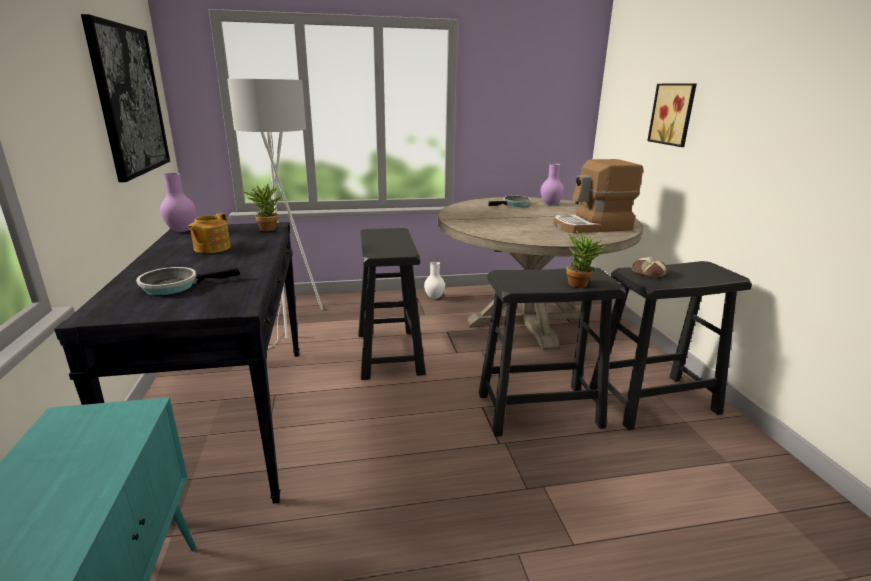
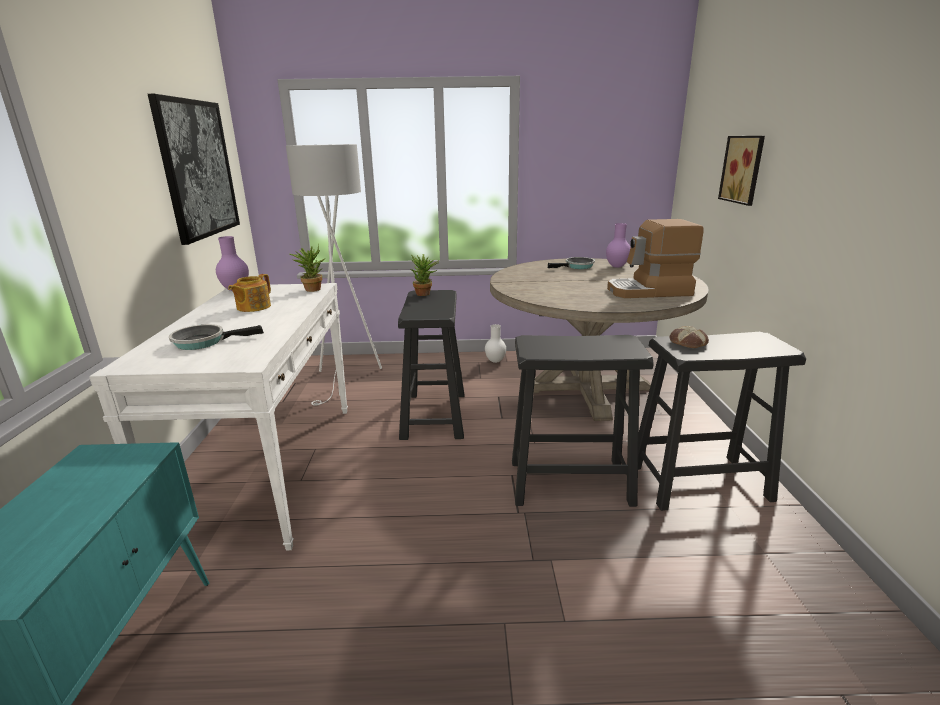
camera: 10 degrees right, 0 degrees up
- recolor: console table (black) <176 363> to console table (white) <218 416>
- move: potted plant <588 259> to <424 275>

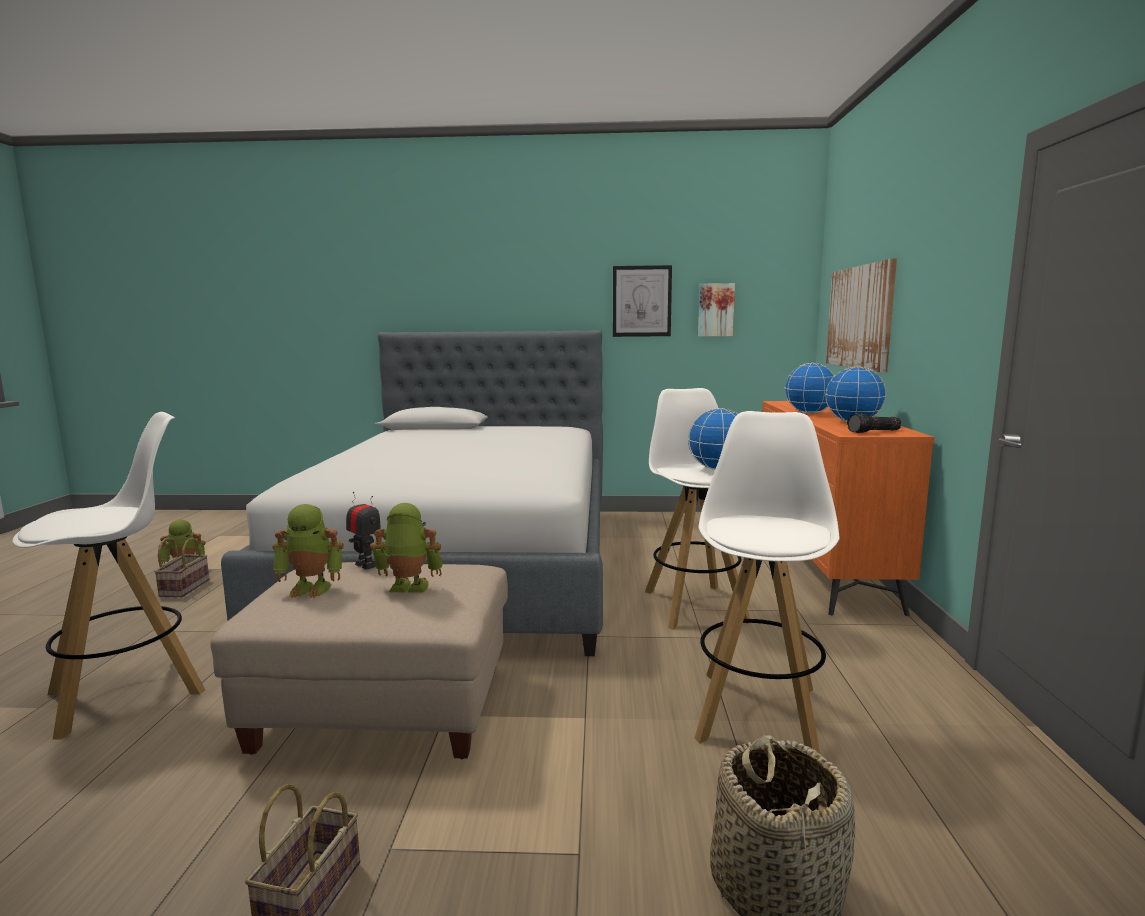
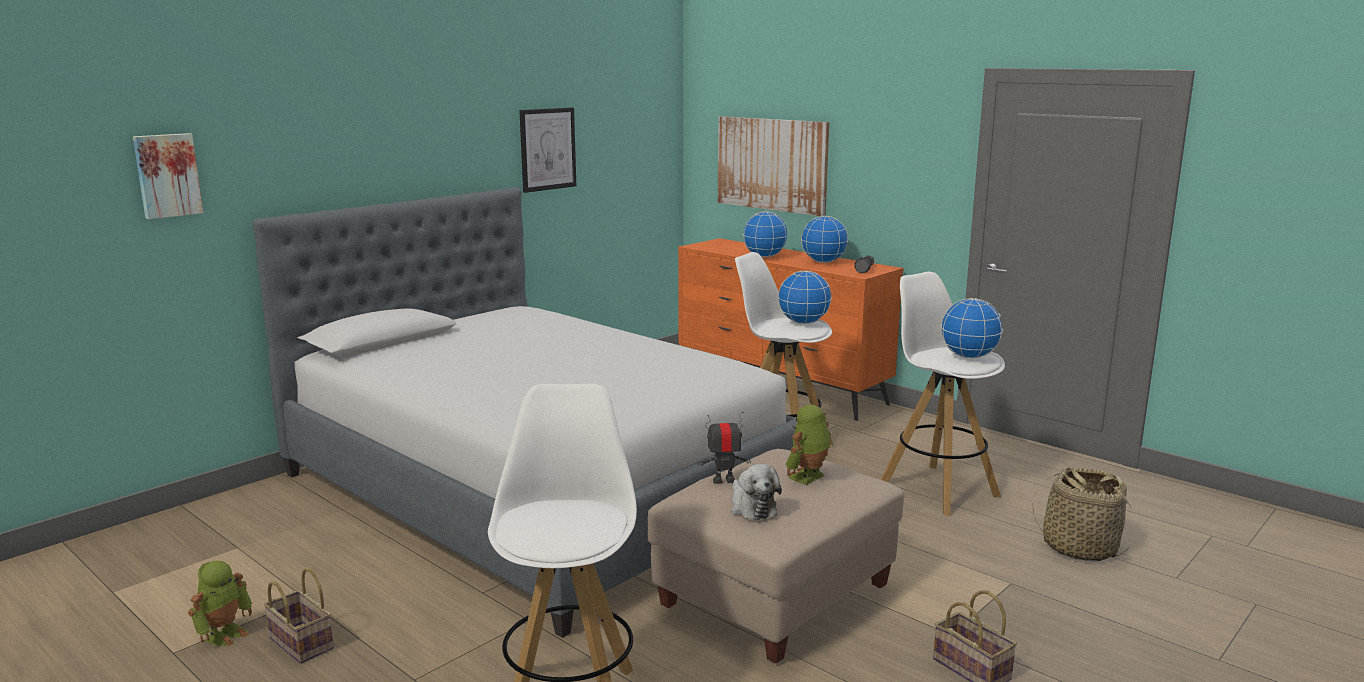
camera: 50 degrees left, 5 degrees up
- move: picture <716 310> to <168 176>
- replace: toy robot <308 551> to plush toy <756 492>
- insert: globe <971 328>

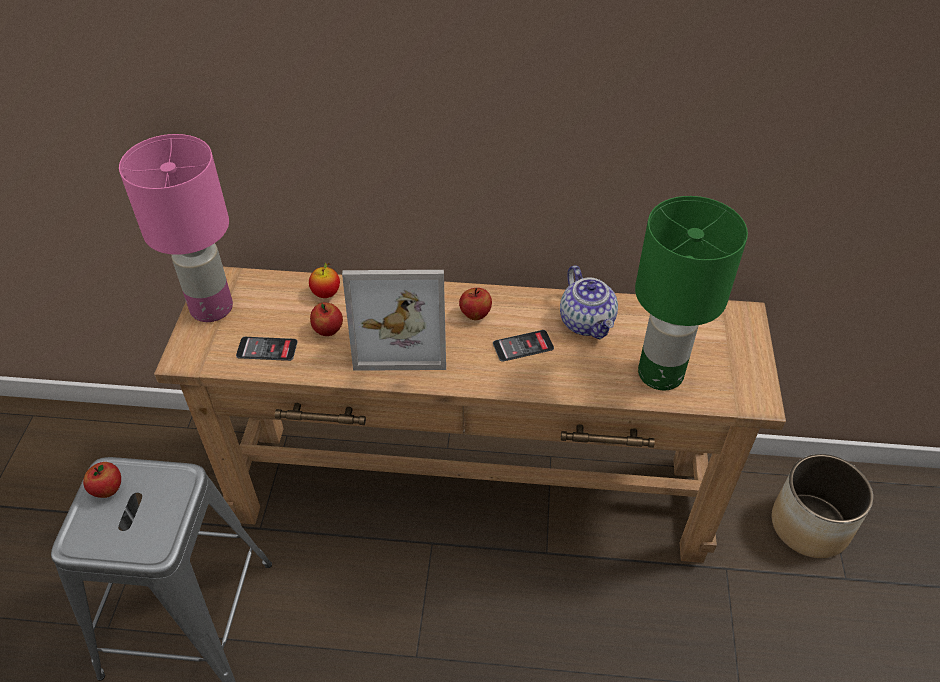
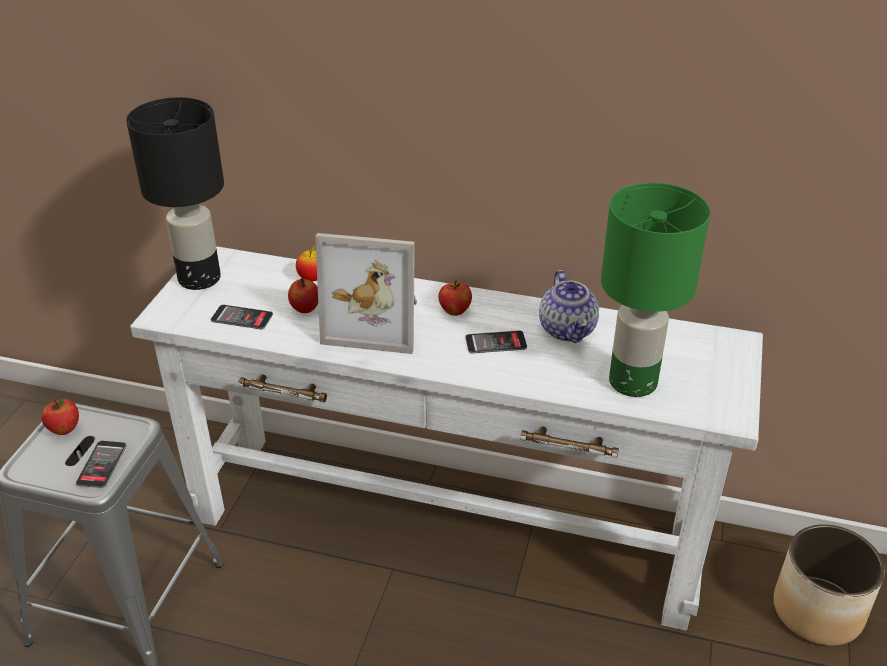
camera: 10 degrees right, 10 degrees down
- insert: phone <101 464>
- recolor: table lamp (pink) <176 228> to table lamp (black) <175 193>
- recolor: console table (brown) <470 415> to console table (white) <446 438>

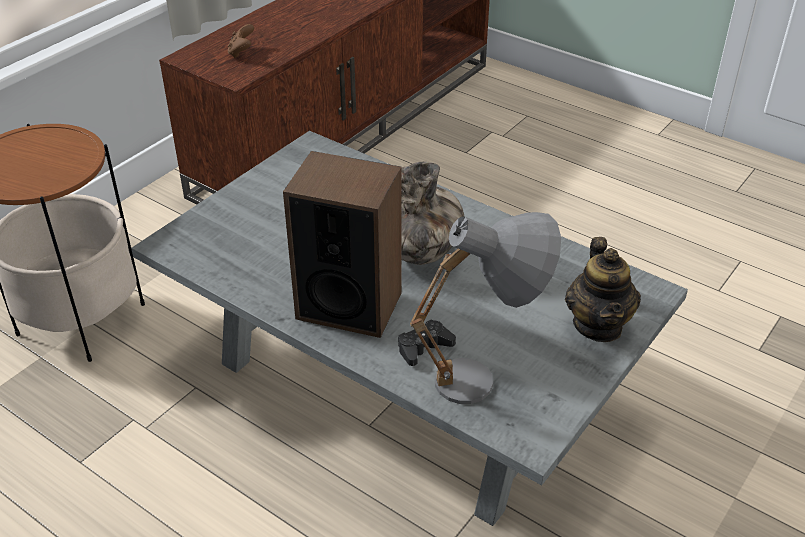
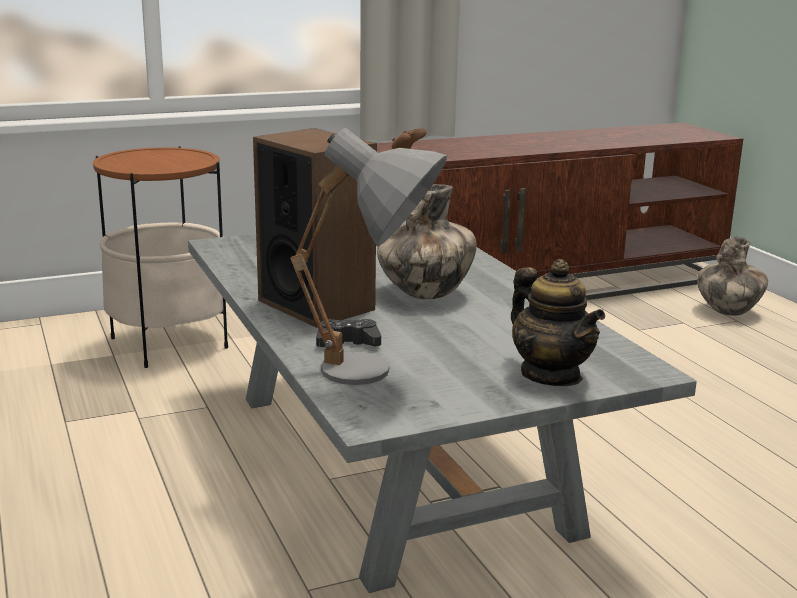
camera: 30 degrees right, 20 degrees down
- rotate: teapot <603 289> = <558 322> 60 degrees counterclockwise
- insert: vase <732 276>

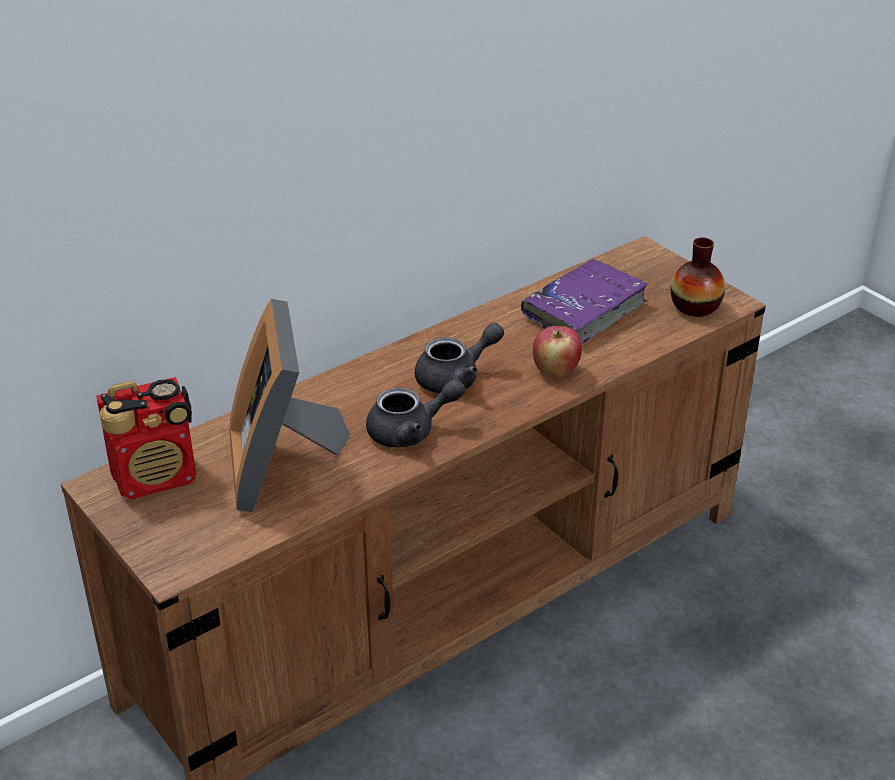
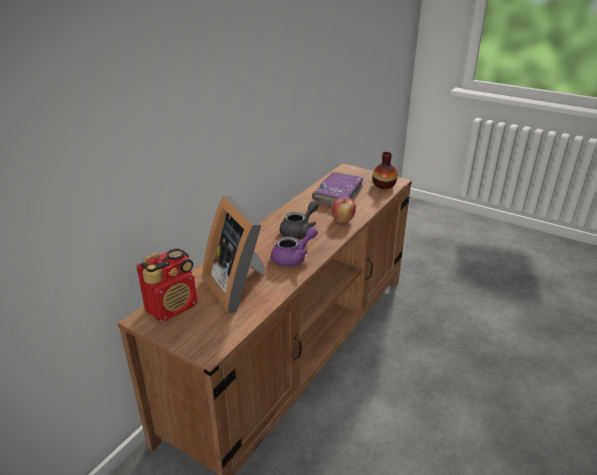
camera: 20 degrees left, 5 degrees down
- recolor: teapot (grey) <415 413> to teapot (purple) <294 247>

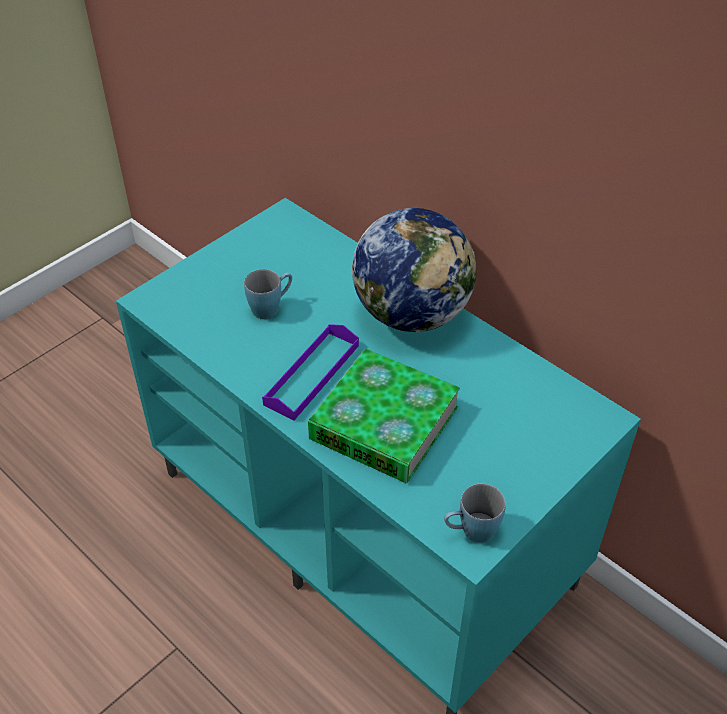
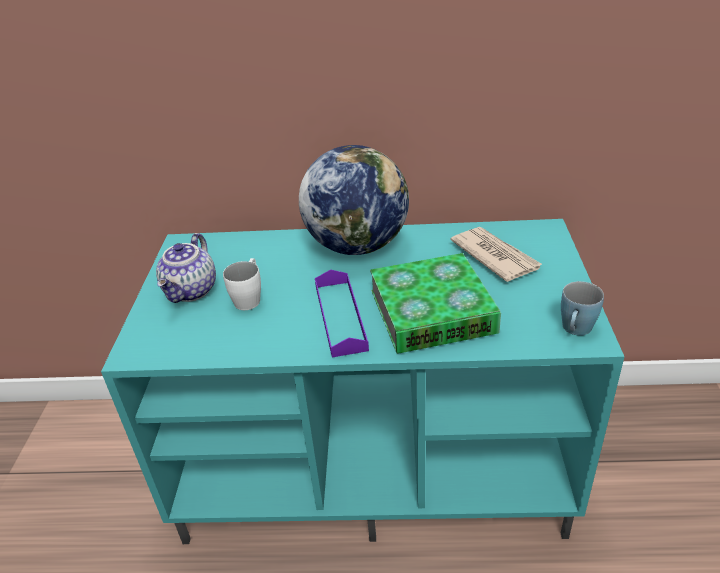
camera: 40 degrees left, 10 degrees down
- insert: teapot <186 268>
- recolor: mug (blue) <268 294> to mug (white) <242 284>
- insert: newspaper <496 254>

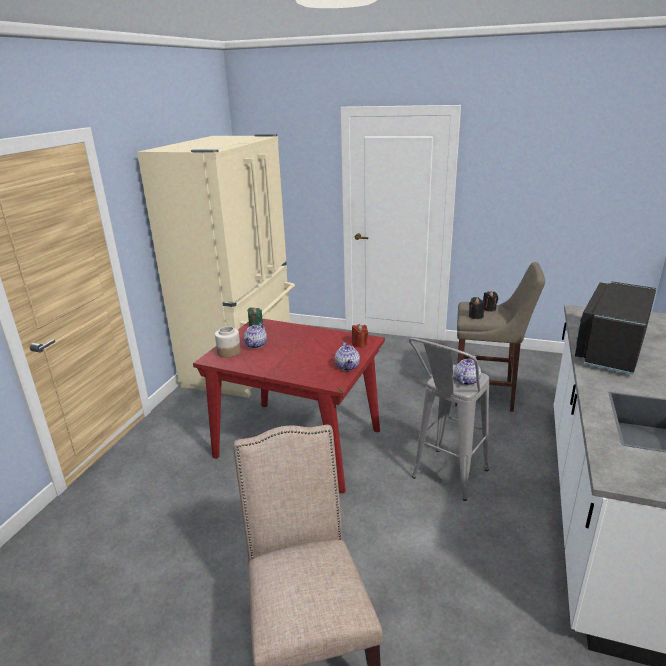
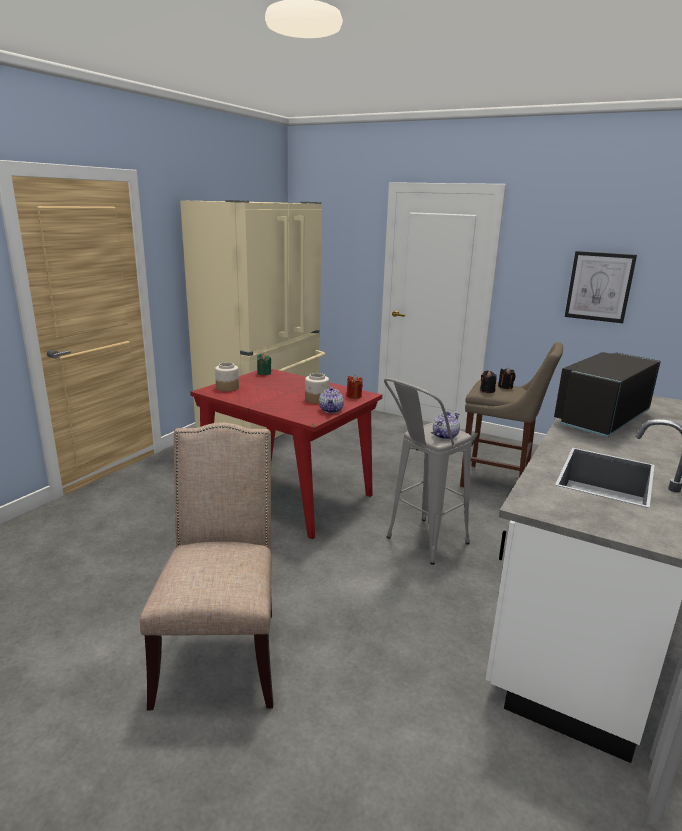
camera: 10 degrees right, 5 degrees down
- insert: jar <317 388>
- insert: picture <601 287>
- delete: teapot <255 335>

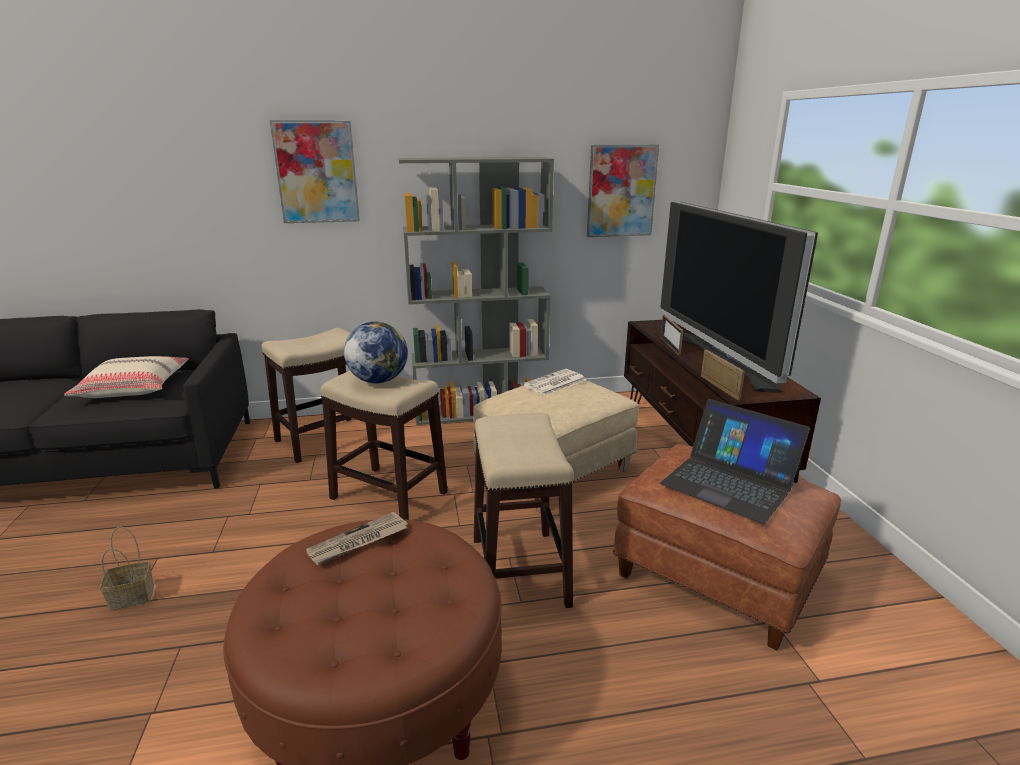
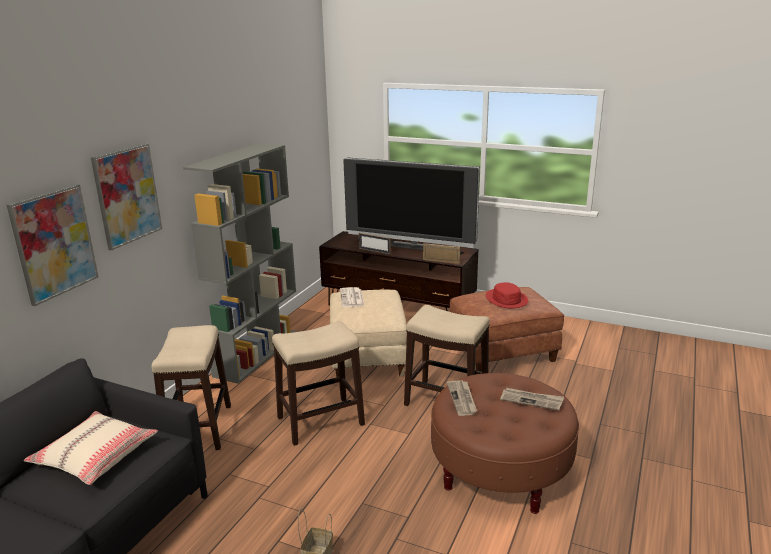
camera: 55 degrees left, 0 degrees up
- move: picture <623 190> to <53 245>
- replace: laptop <735 461> to hat (red) <507 295>
- insert: newspaper <532 399>
- delete: globe <376 352>

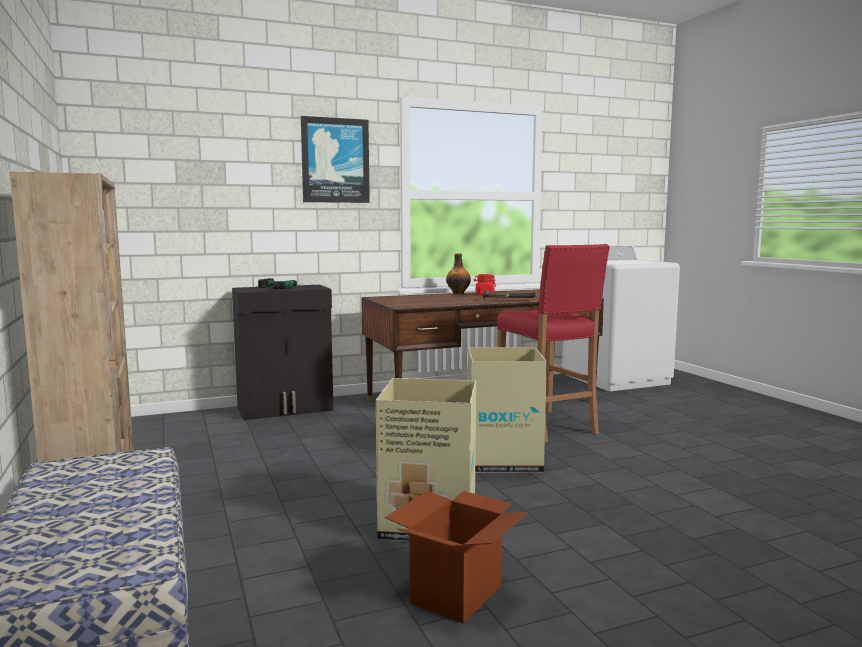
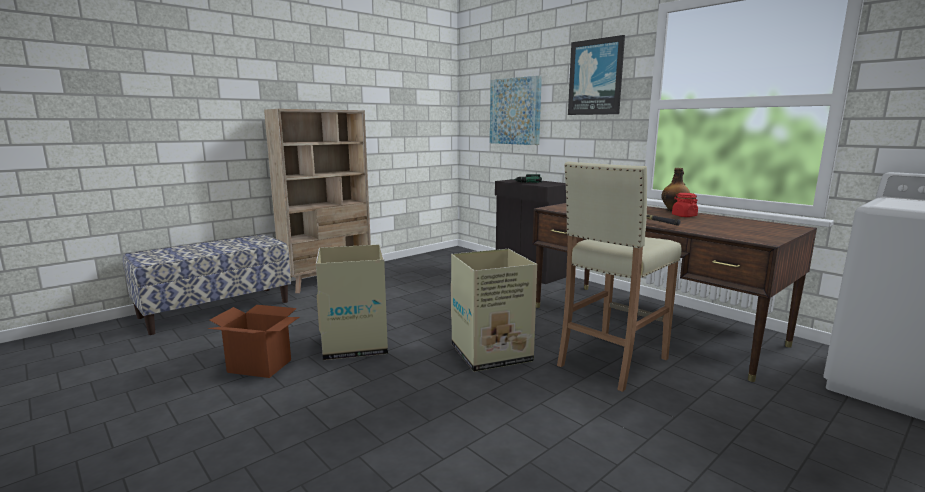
camera: 70 degrees right, 5 degrees up
- insert: picture <516 110>
- recolor: stool (red) <553 343> to stool (beige) <619 276>

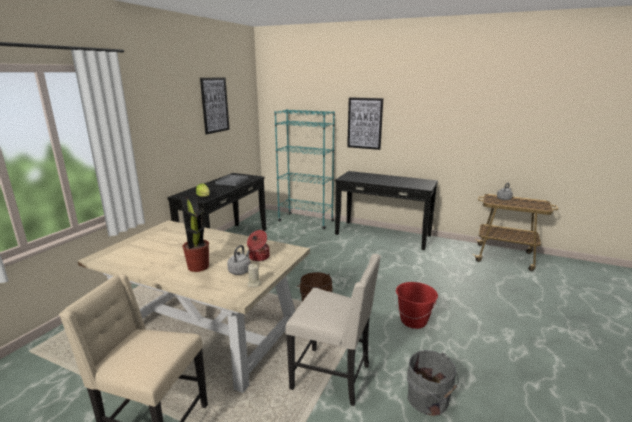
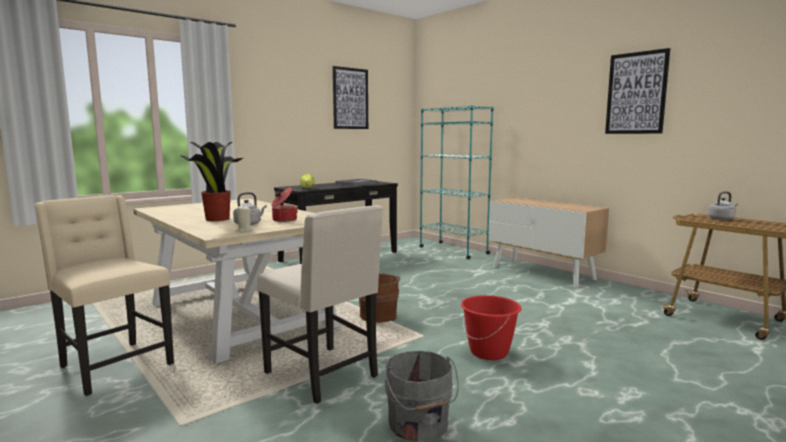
camera: 25 degrees right, 10 degrees down
- replace: console table (black) <386 210> to cabinet <548 242>
- move: picture <365 123> to <637 91>

